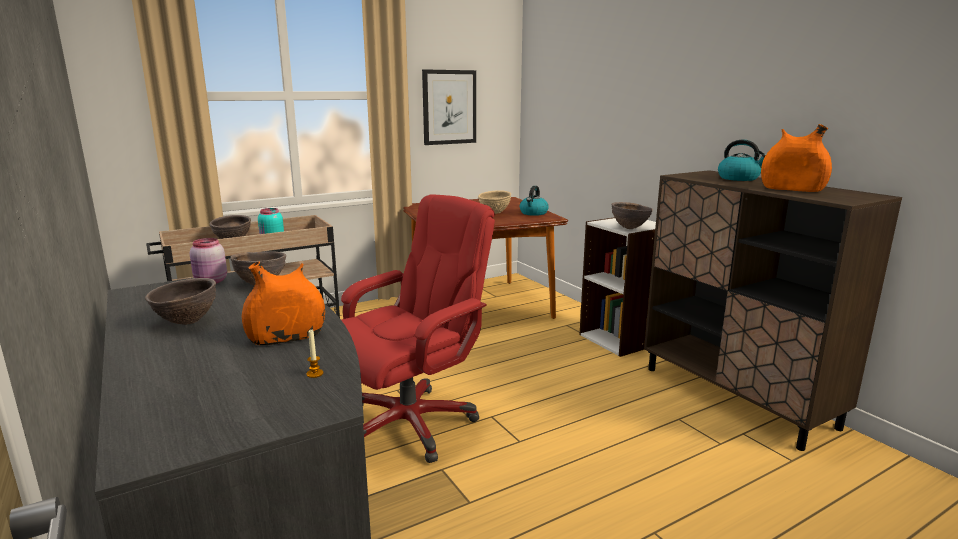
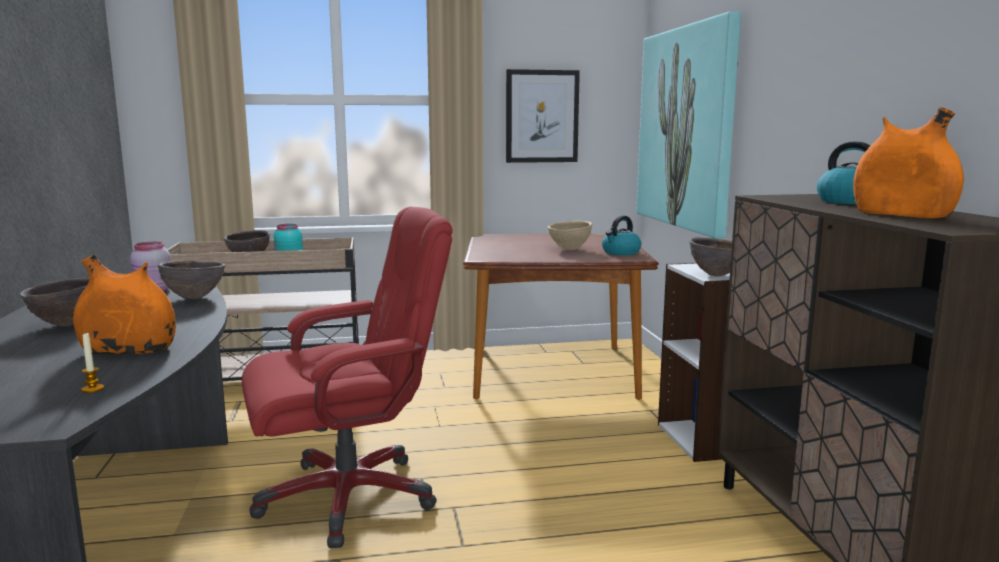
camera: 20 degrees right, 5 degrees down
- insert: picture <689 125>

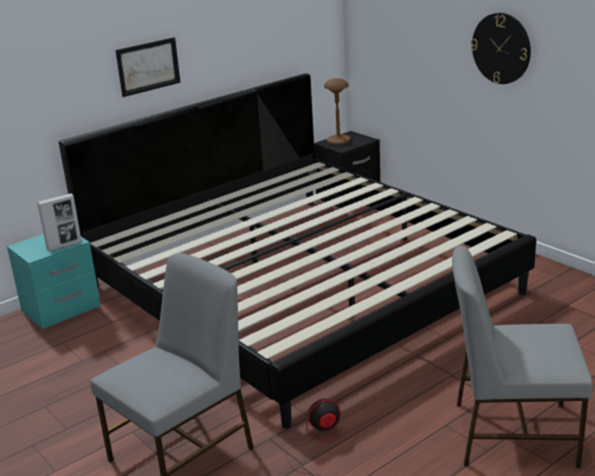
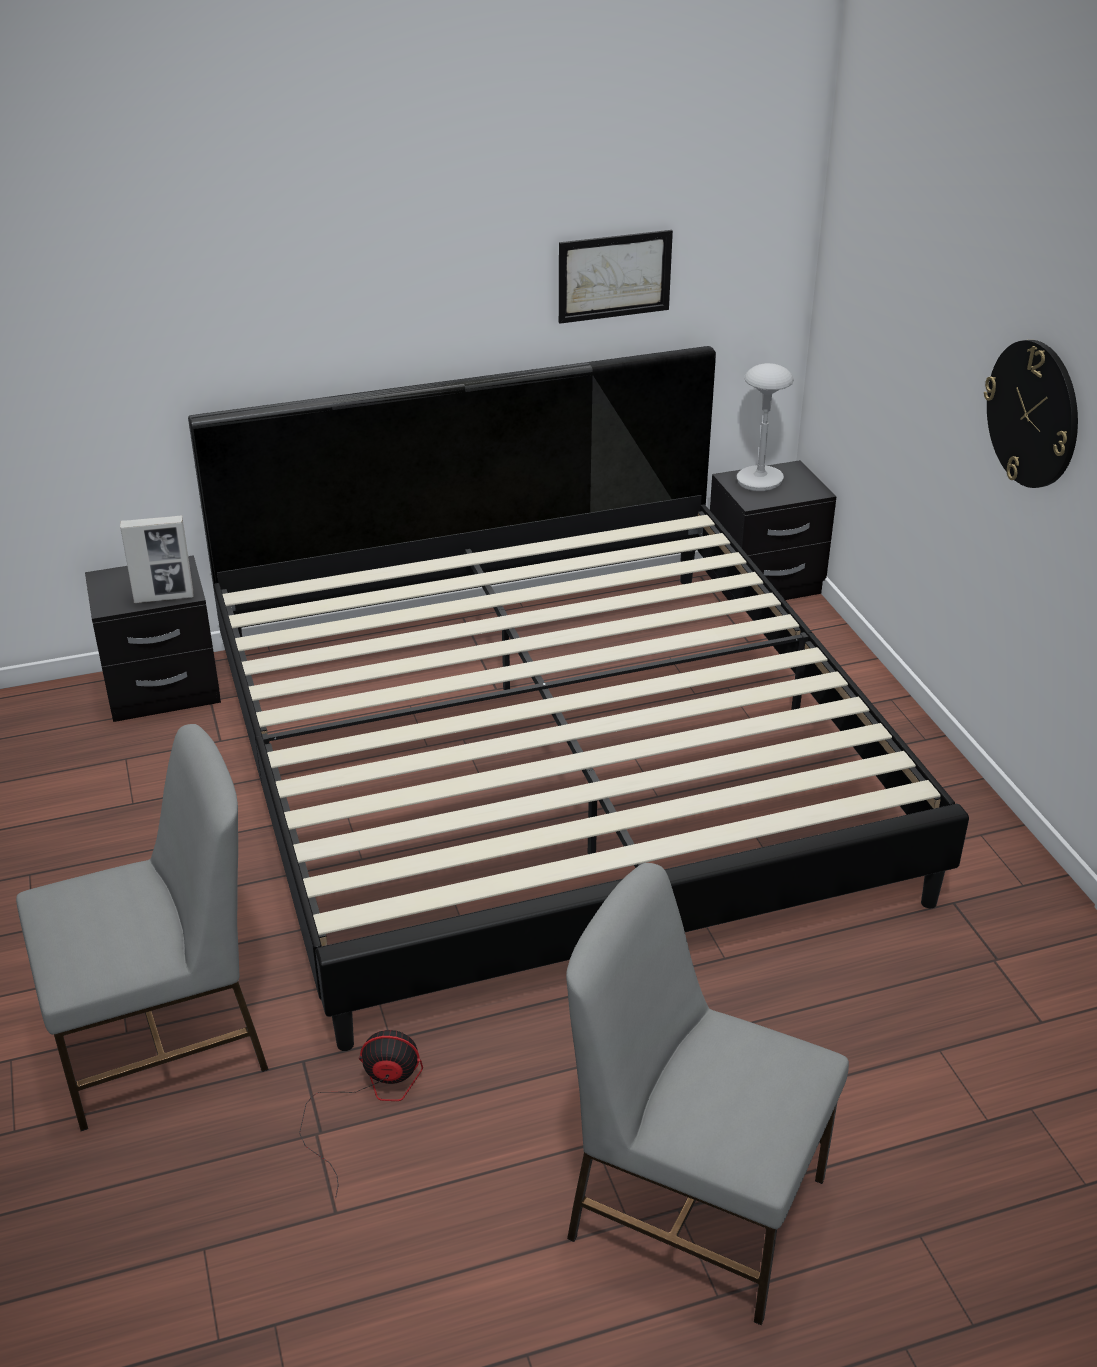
camera: 20 degrees right, 10 degrees up
- recolor: nightstand (turquoise) <53 281> to nightstand (black) <153 638>
- move: picture <148 67> to <616 277>
- recolor: table lamp (brown) <337 111> to table lamp (grey) <765 427>

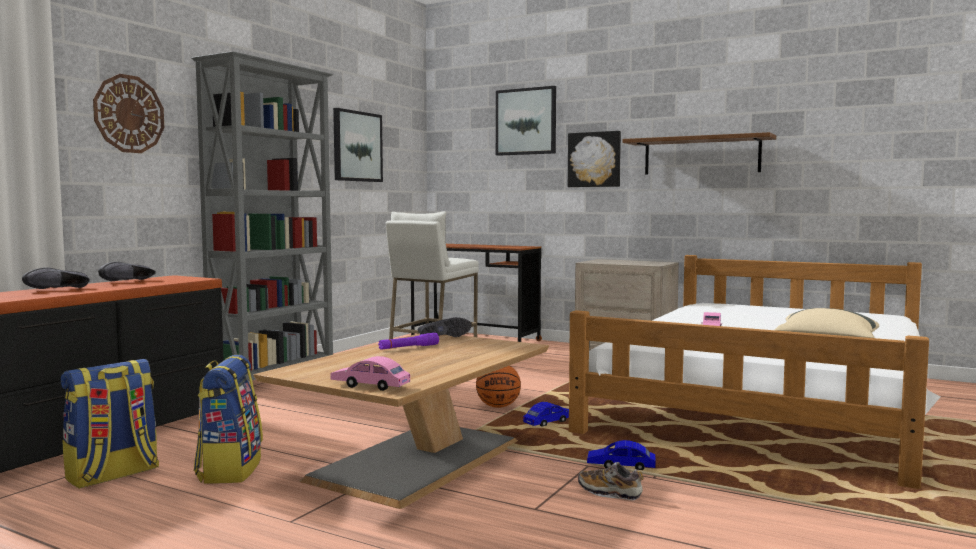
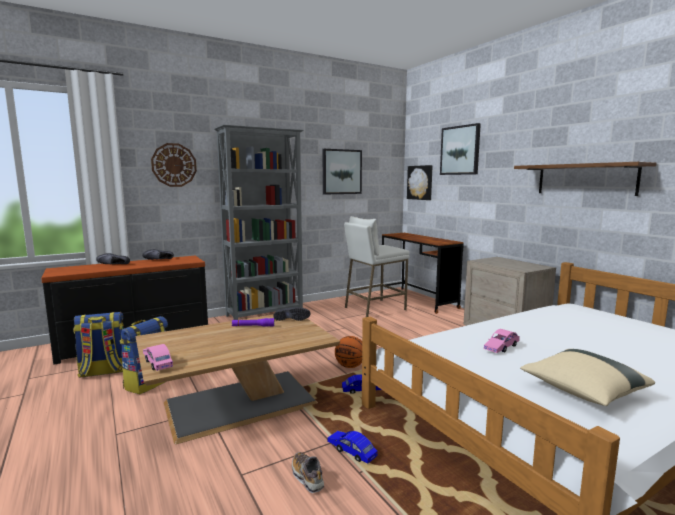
camera: 30 degrees right, 5 degrees up
- move: picture <594 159> to <420 182>

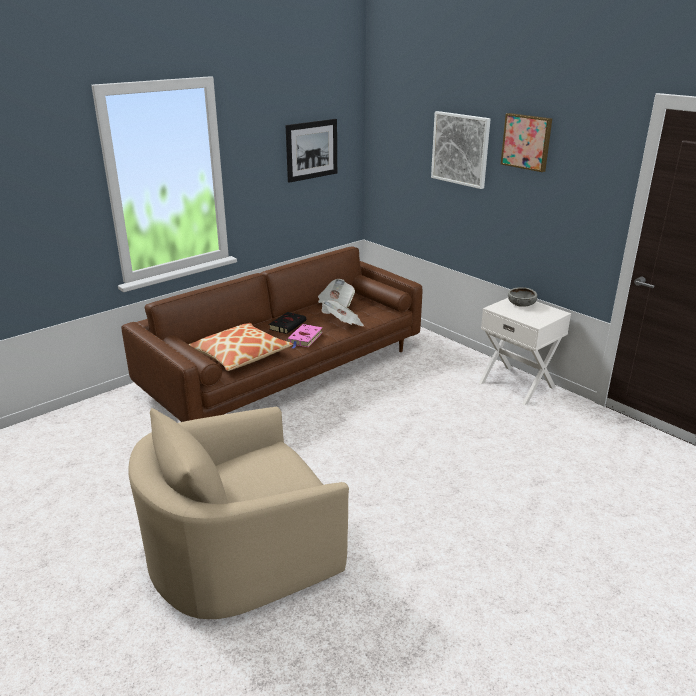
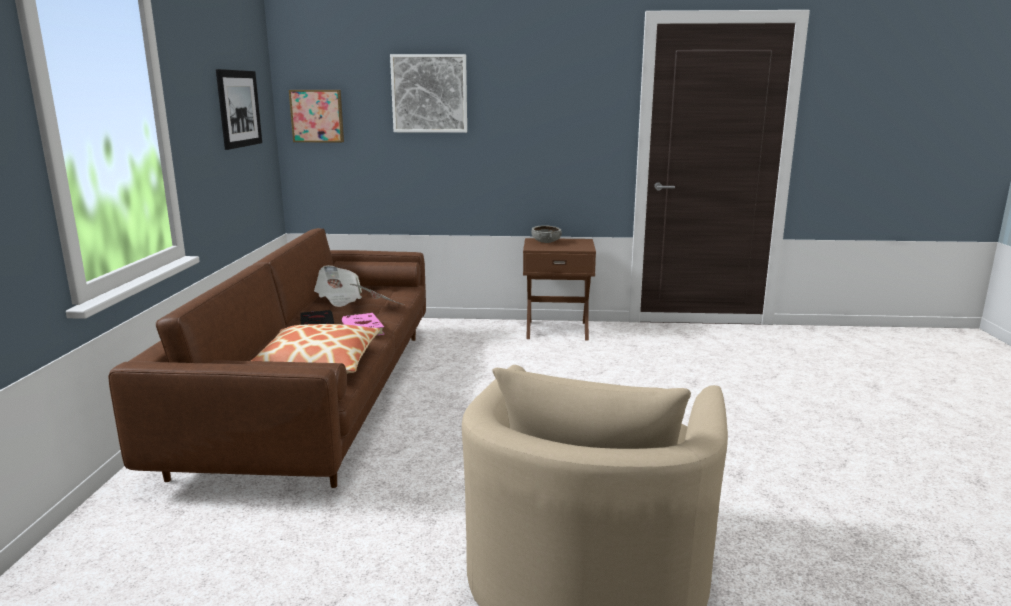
camera: 45 degrees left, 10 degrees down
- move: picture <526 142> to <316 116>
- recolor: nightstand (white) <525 351> to nightstand (brown) <559 289>

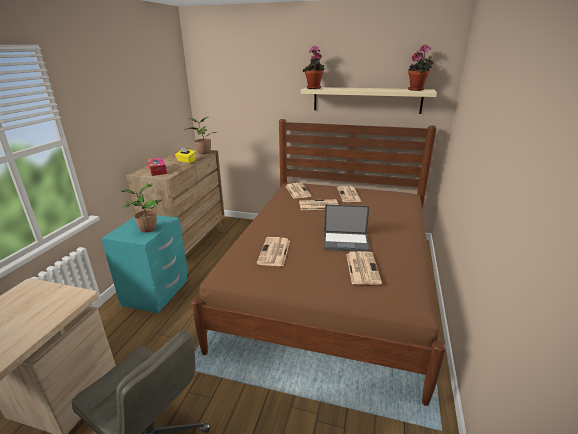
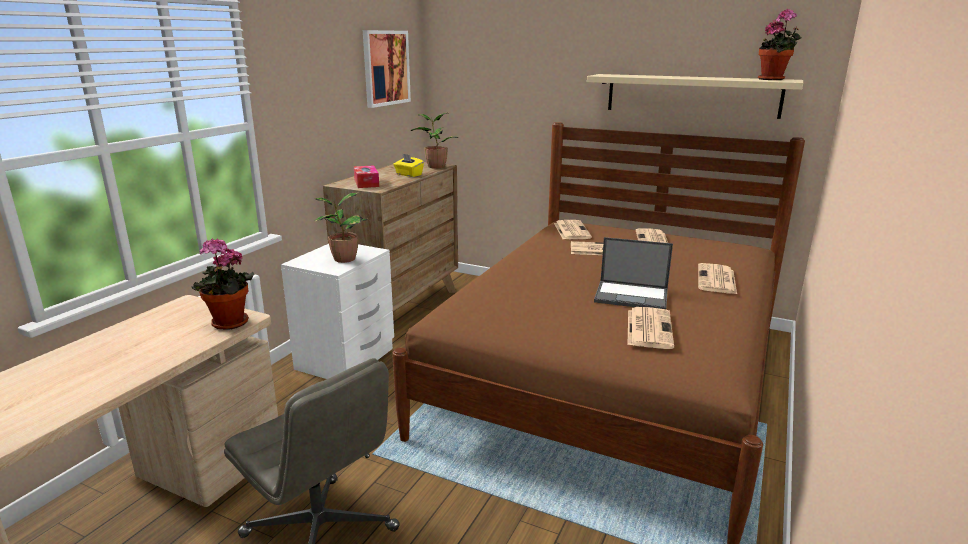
camera: 10 degrees right, 5 degrees down
- move: potted plant <313 67> to <222 284>
- recolor: nightstand (turquoise) <144 264> to nightstand (white) <337 311>
- insert: picture <387 69>
- move: newspaper <273 252> to <717 278>

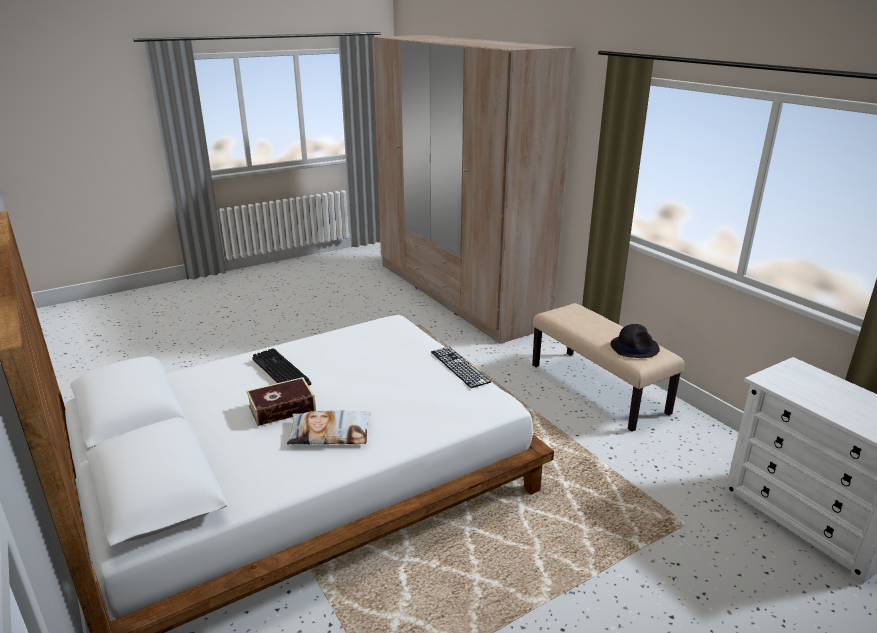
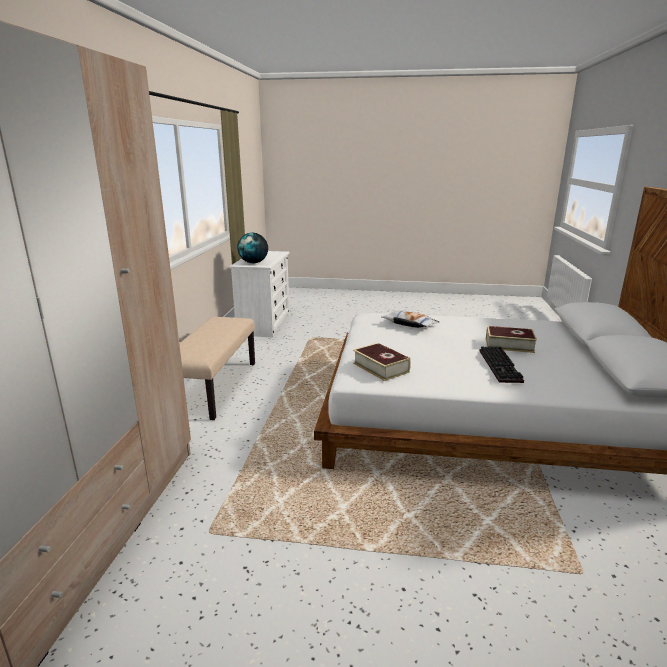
camera: 140 degrees left, 5 degrees down
- insert: globe <253 248>
- insert: book <382 362>
- move: pillow <329 427> to <410 319>
- delete: keyboard <461 367>
- delete: hat (black) <635 341>

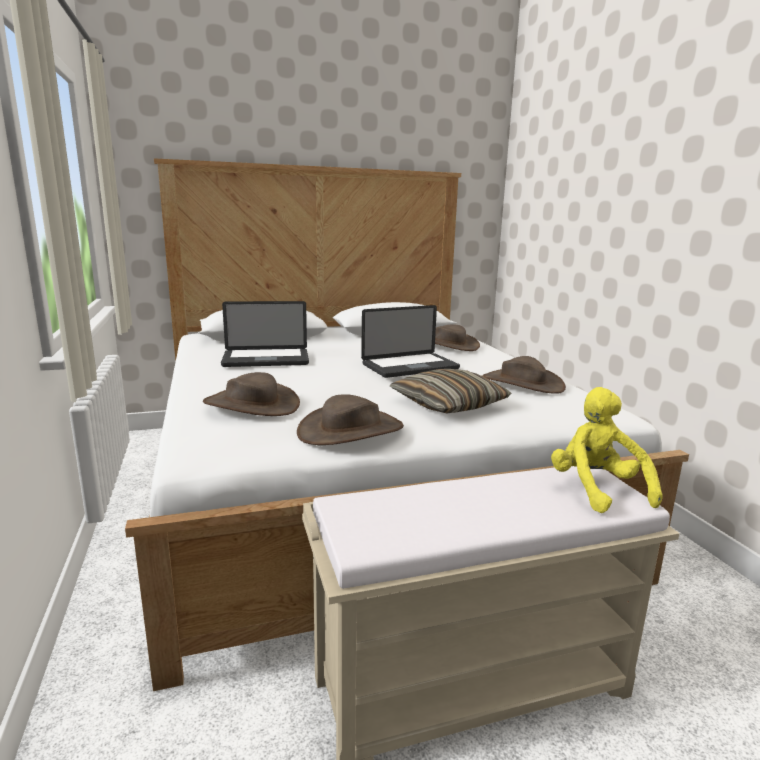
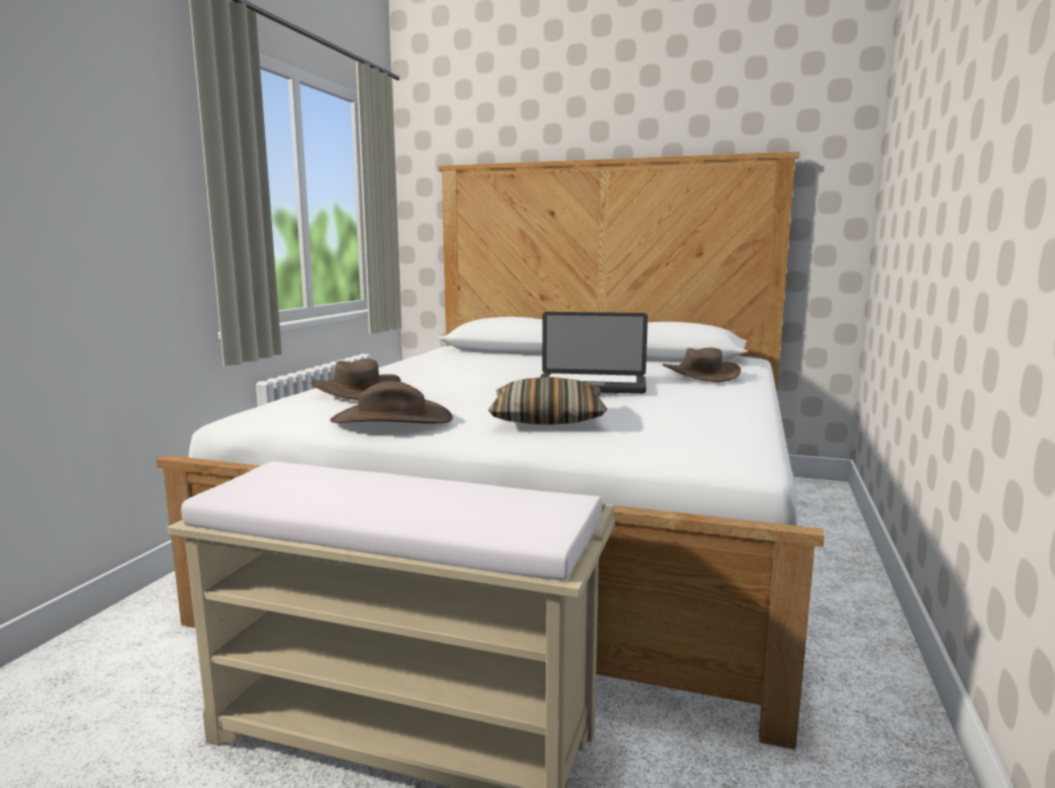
camera: 35 degrees right, 5 degrees down
- delete: laptop <265 334>
- delete: hat (brown) <524 375>
- delete: plush toy (yellow) <607 450>

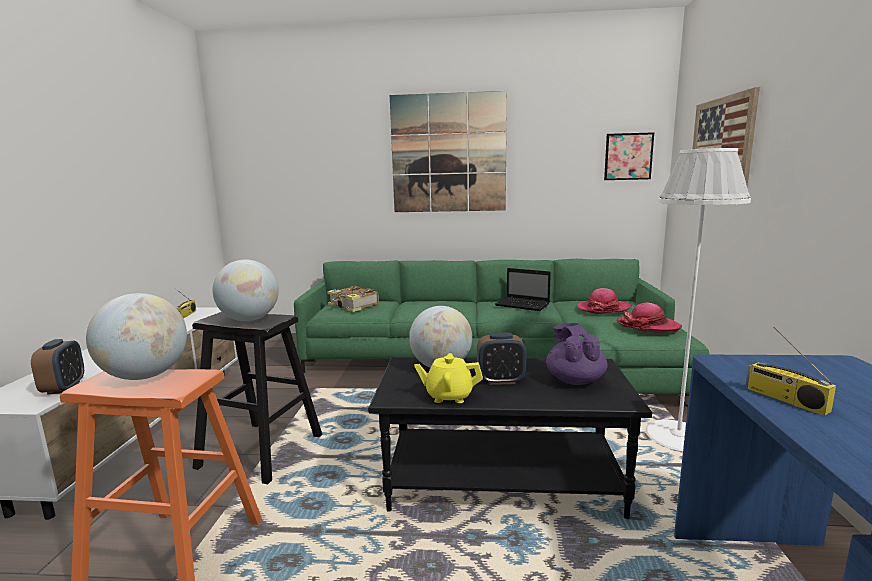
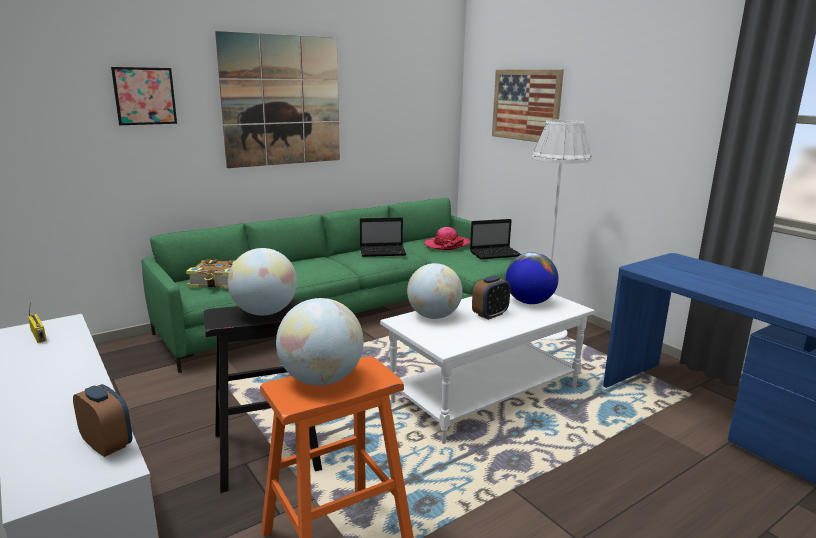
camera: 40 degrees left, 5 degrees up
- move: picture <629 156> to <144 96>
- recolor: coffee table (black) <510 438> to coffee table (white) <487 368>
- replace: hat <649 318> to laptop <496 239>
- replace: teapot (purple) <577 354> to globe <532 278>
- delete: teapot (yellow) <448 378>
- delete: radio <791 371>

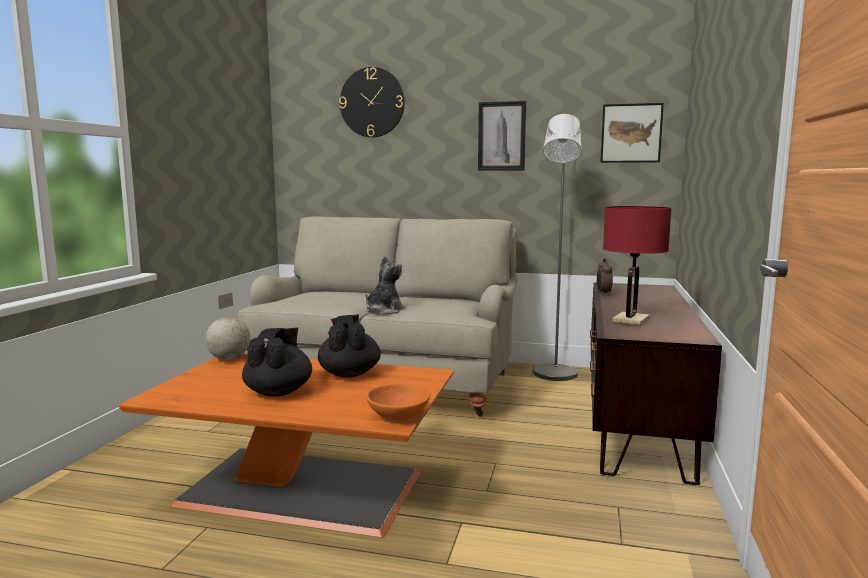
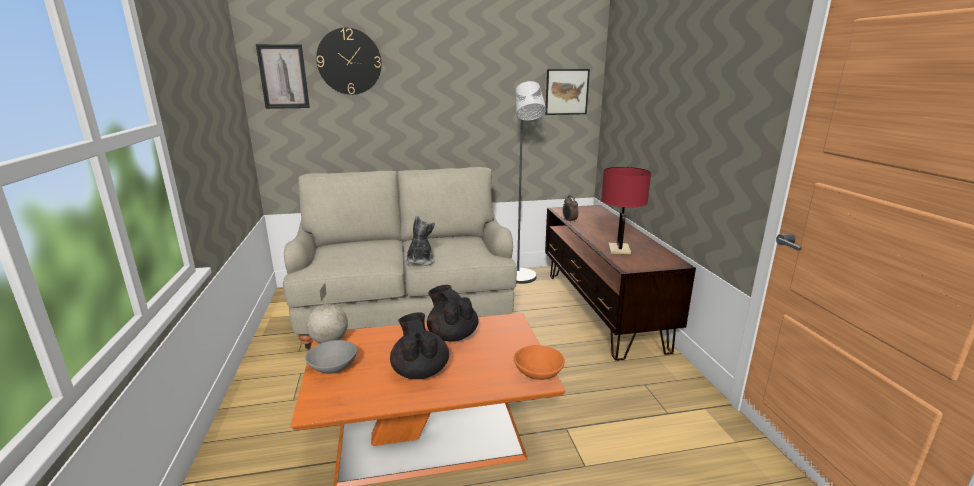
camera: 25 degrees left, 10 degrees up
- move: picture <502 136> to <283 76>
- insert: bowl (grey) <331 357>

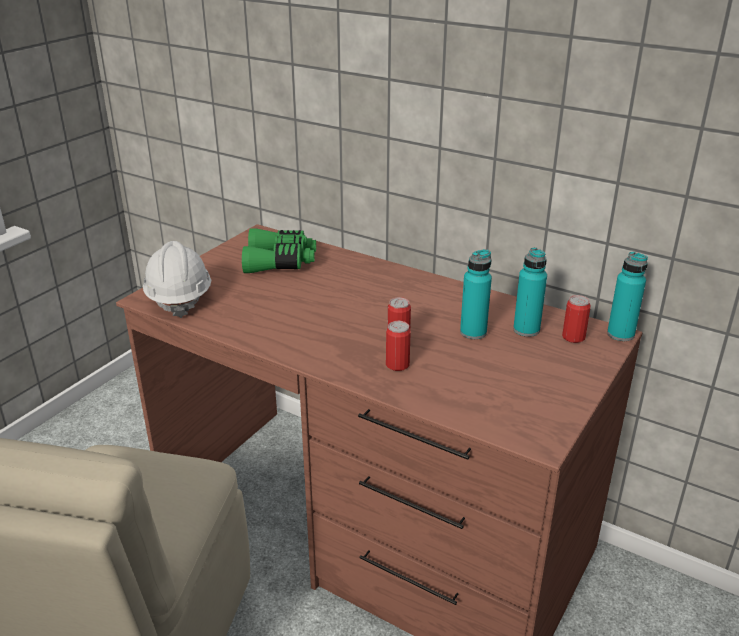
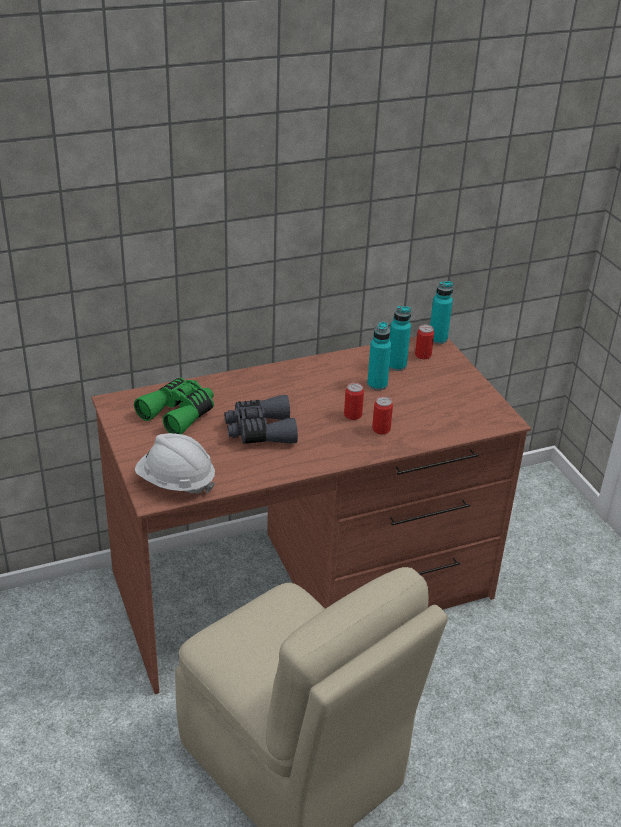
camera: 55 degrees left, 5 degrees up
- insert: binoculars (grey) <261 419>

